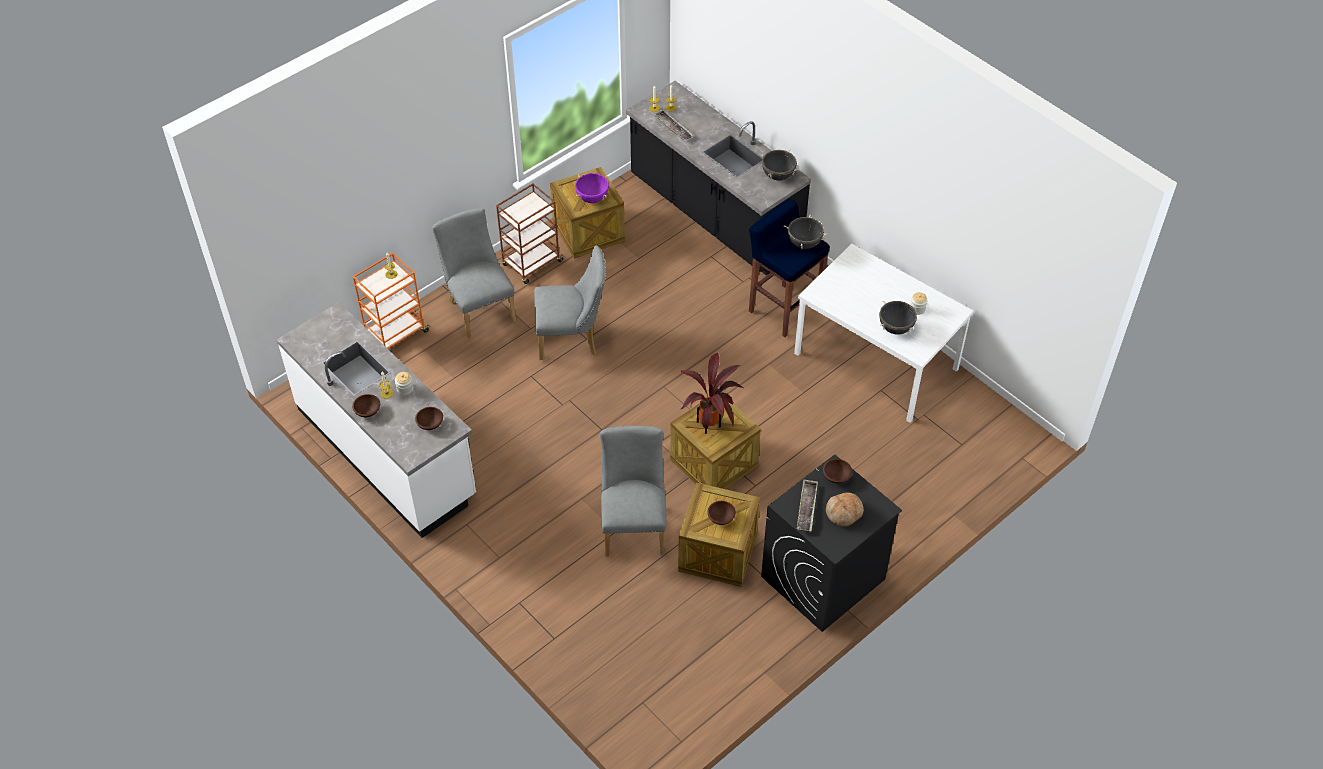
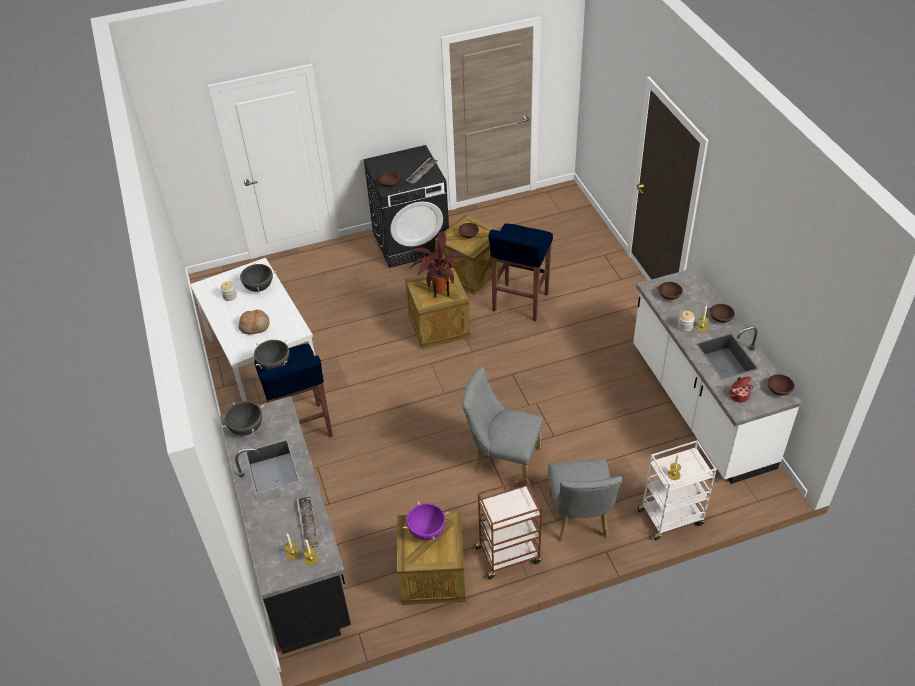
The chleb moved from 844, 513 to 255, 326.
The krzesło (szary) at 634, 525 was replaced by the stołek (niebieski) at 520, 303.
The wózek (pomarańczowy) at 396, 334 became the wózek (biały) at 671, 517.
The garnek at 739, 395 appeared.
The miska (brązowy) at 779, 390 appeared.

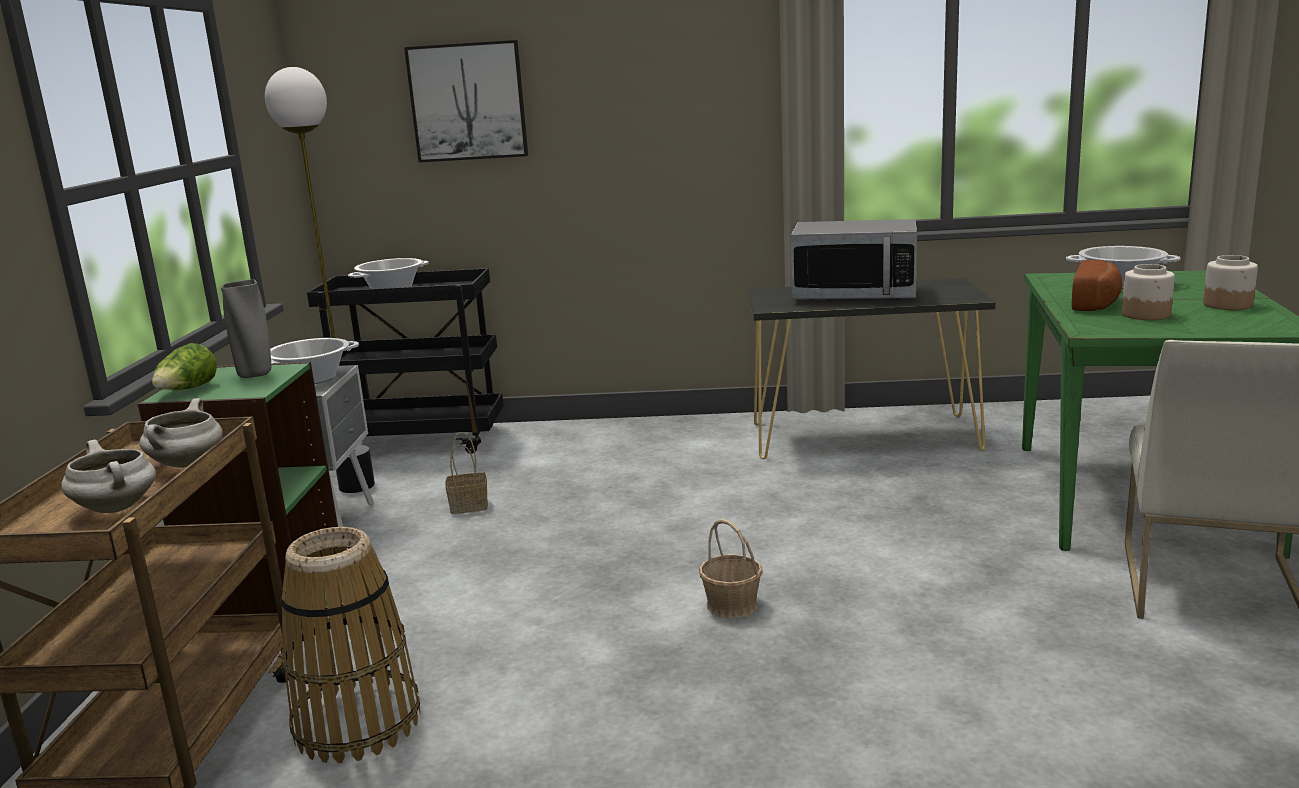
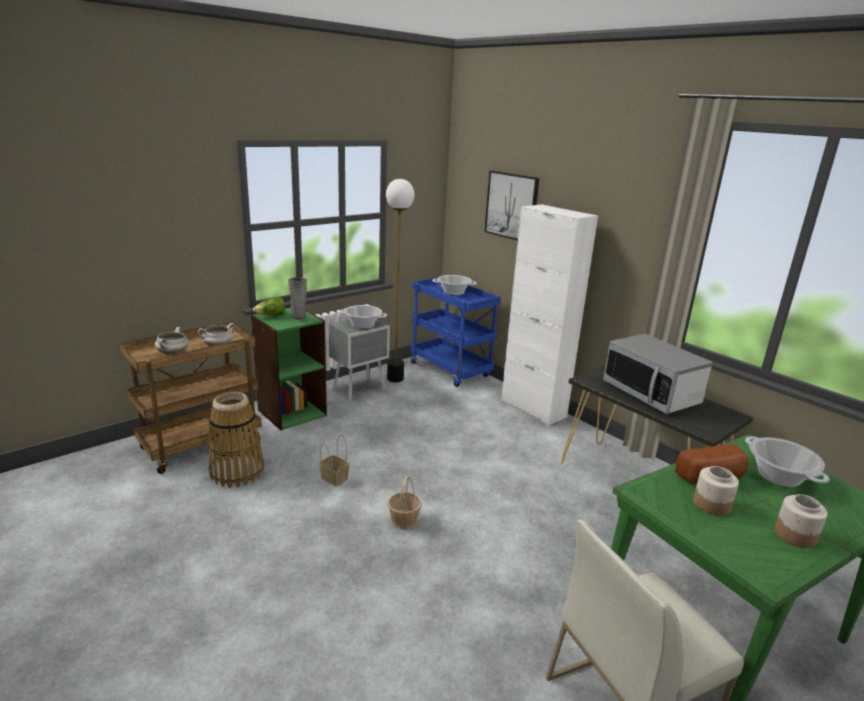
The koszyk moved from 467, 507 to 333, 478.
The wózek (czarny) at 424, 441 became the wózek (niebieski) at 451, 370.
The szafka (biały) at 533, 408 appeared.

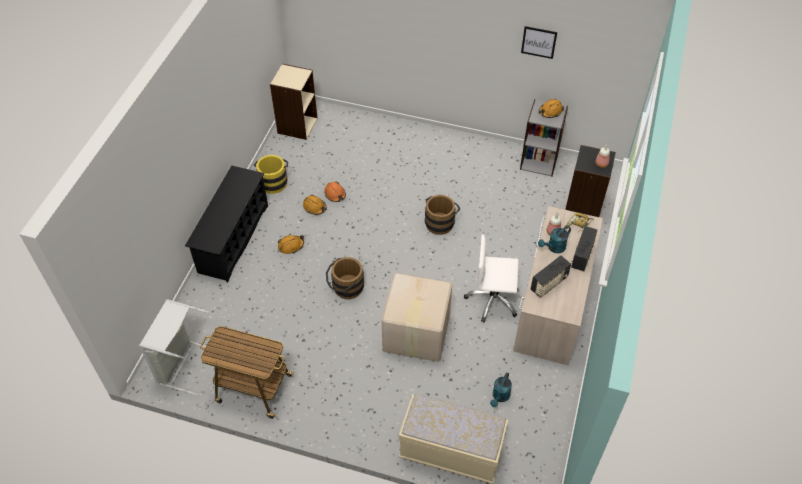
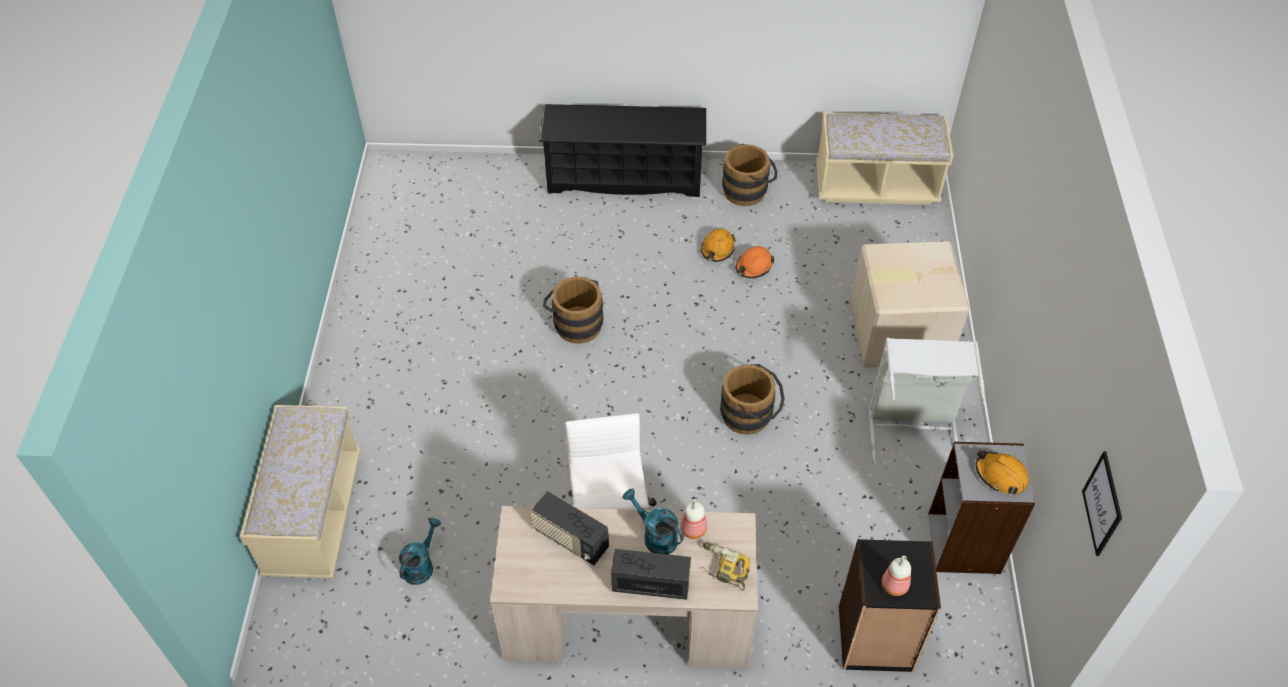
The konewka (turkusowy) at 500, 397 turned 105 degrees clockwise.
The wiadro (żółty) at 273, 181 became the wiadro (brązowy) at 748, 190.
The regał (beżowy) at 297, 125 was replaced by the ławka (beżowy) at 876, 186.
The karton moved from 415, 333 to 898, 331.
The kosz na pranie (szary) moved from 183, 365 to 912, 429.
The obraz moved from 539, 42 to 1102, 504.
The wózek at 252, 388 disappeared.
The kask (pomarańczowy) at 291, 246 disappeared.

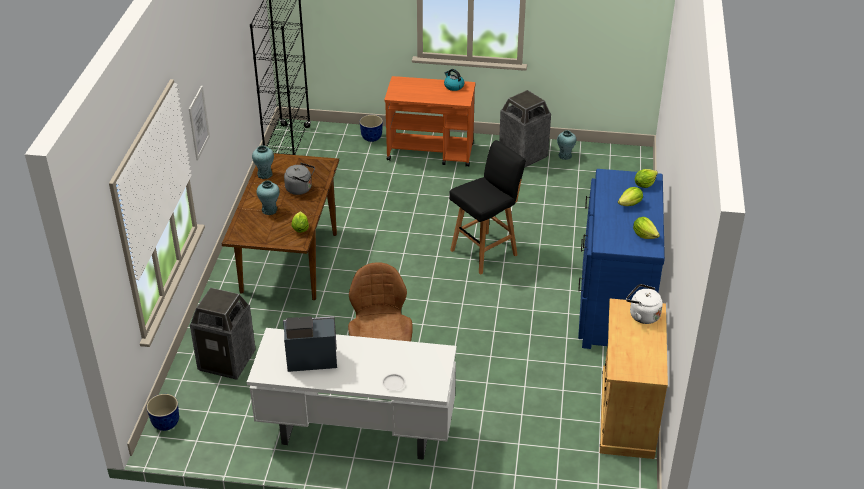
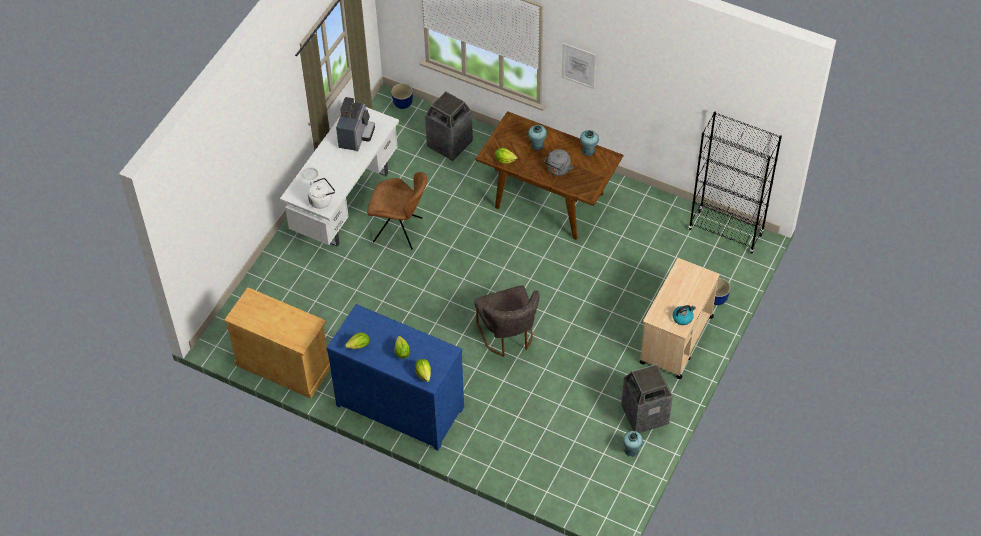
The czajnik (biały) moved from 642, 315 to 321, 200.
The stołek (czarny) at 485, 252 was replaced by the krzesło (szary) at 508, 336.
The wózek (pomarańczowy) at 431, 152 became the wózek (beżowy) at 676, 340.

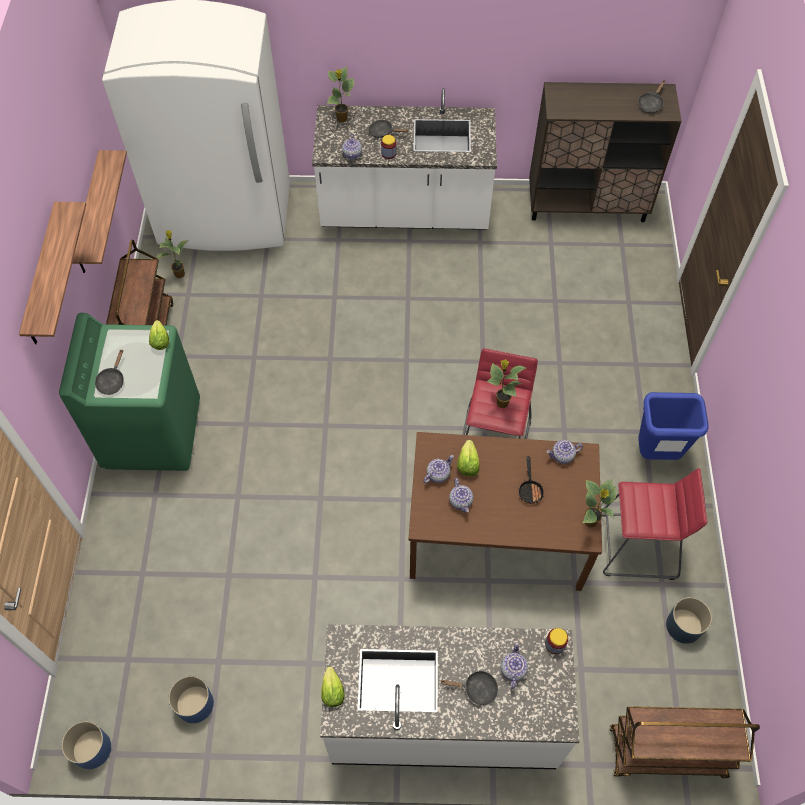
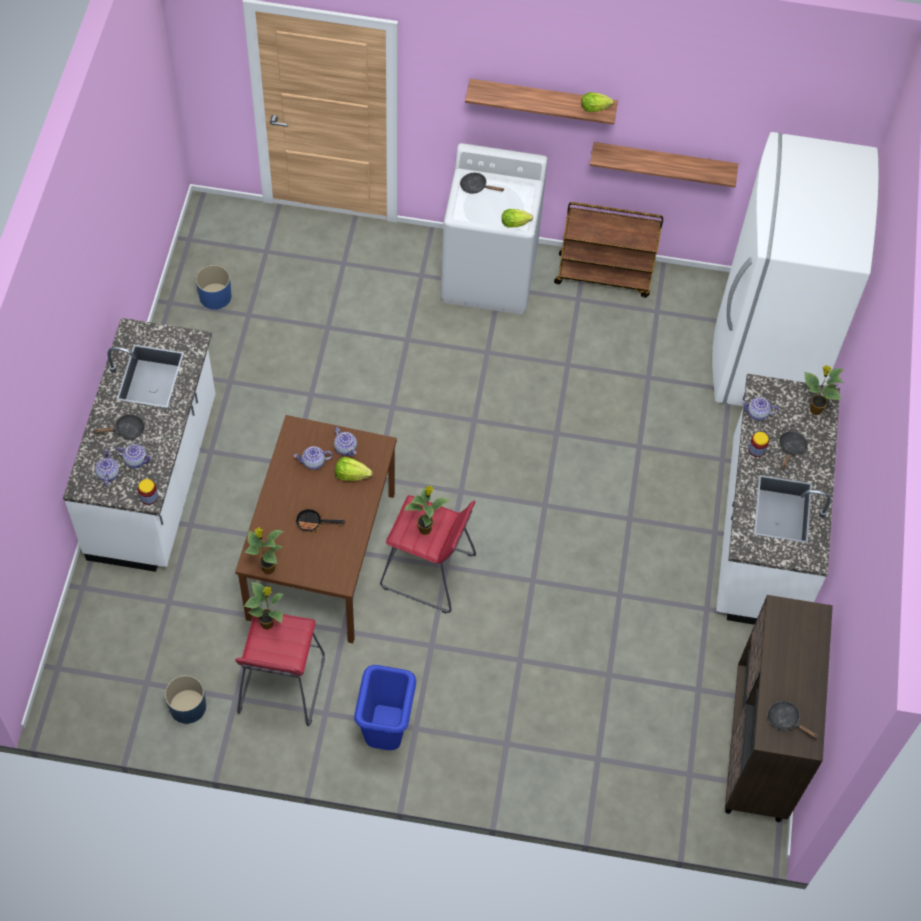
The patelnia (czarny) at 476, 689 turned 120 degrees counterclockwise.
The imbryk moved from 563, 456 to 108, 474.
The roślina doniczkowa moved from 180, 273 to 268, 623.
The pralka (zielony) at 152, 432 became the pralka (biały) at 490, 275.
The sałata moved from 332, 689 to 596, 108.
The donica (niebieski) at 92, 749 disappeared.
The wózek (brązowy) at 666, 753 disappeared.

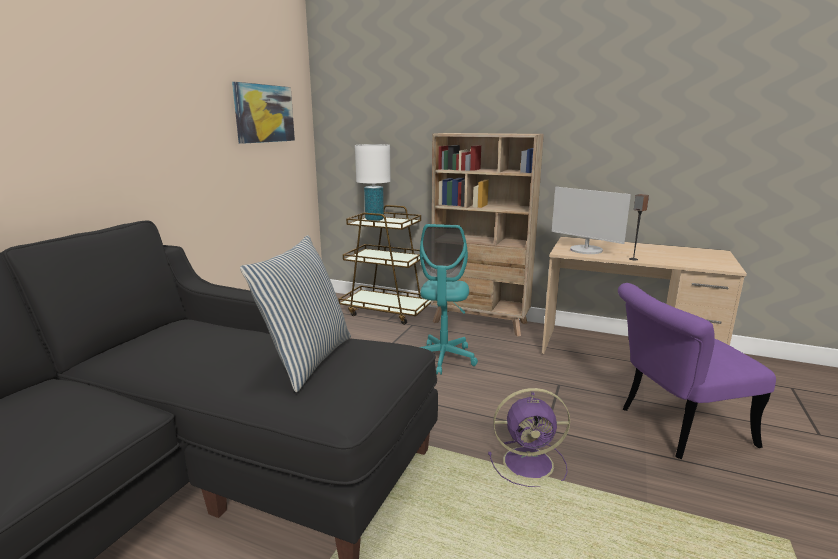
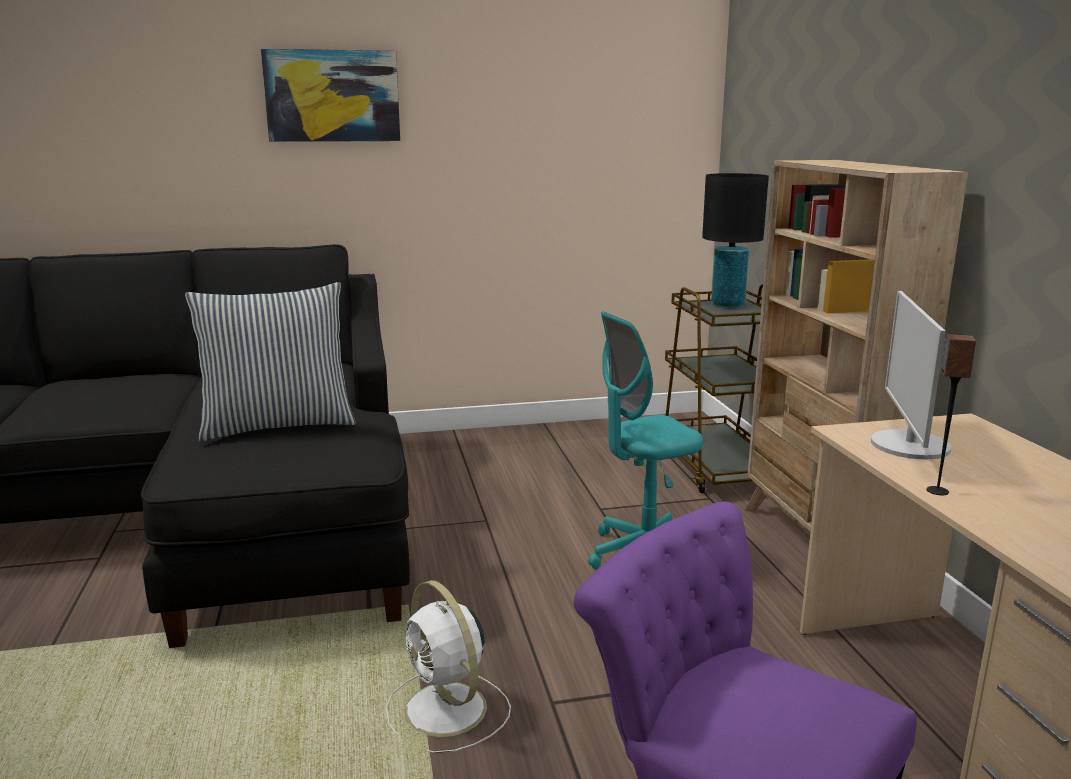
The obraz moved from 264, 113 to 332, 96.
The wentylator (fioletowy) at 530, 463 became the wentylator (biały) at 447, 711.
The lampa stołowa (biały) at 374, 219 became the lampa stołowa (czarny) at 728, 305.

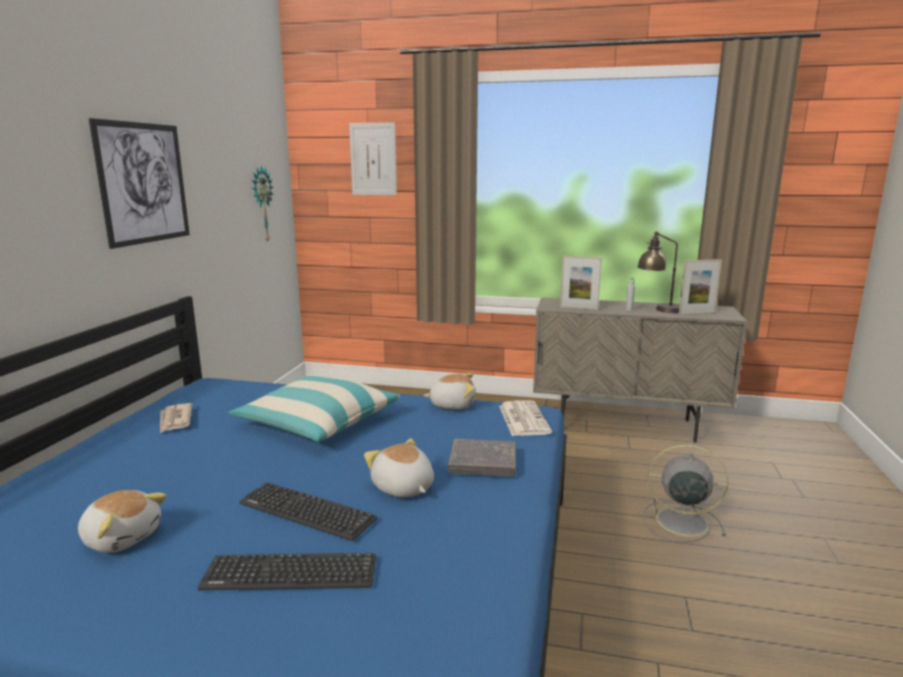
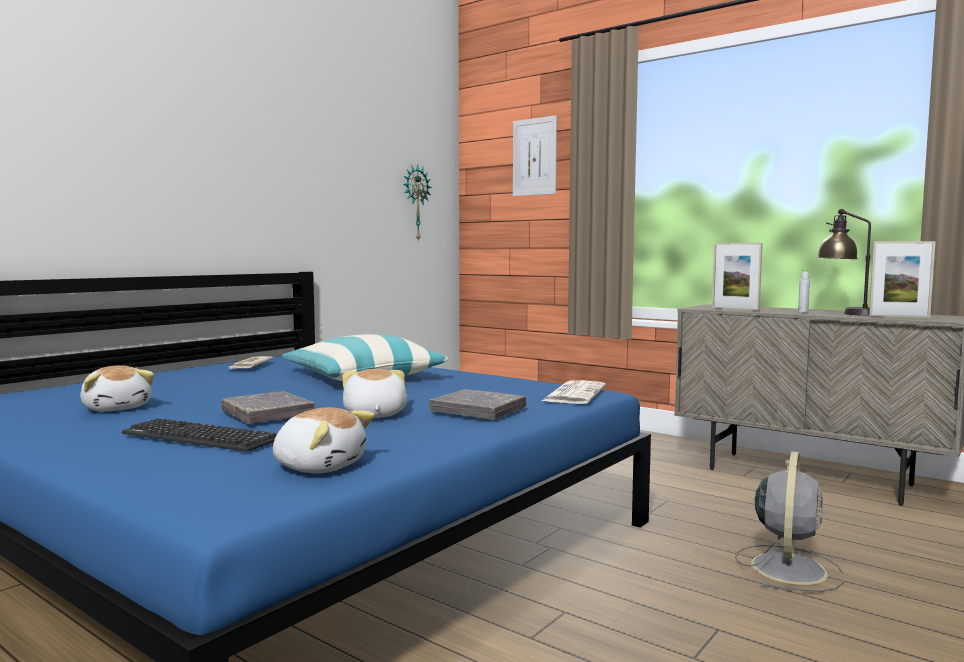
The klawiatura at 306, 511 was replaced by the książka (szary) at 267, 413.
The pluszak moved from 452, 404 to 320, 466.
The wentylator (szary) at 679, 521 turned 75 degrees clockwise.
The obraz at 143, 183 disappeared.

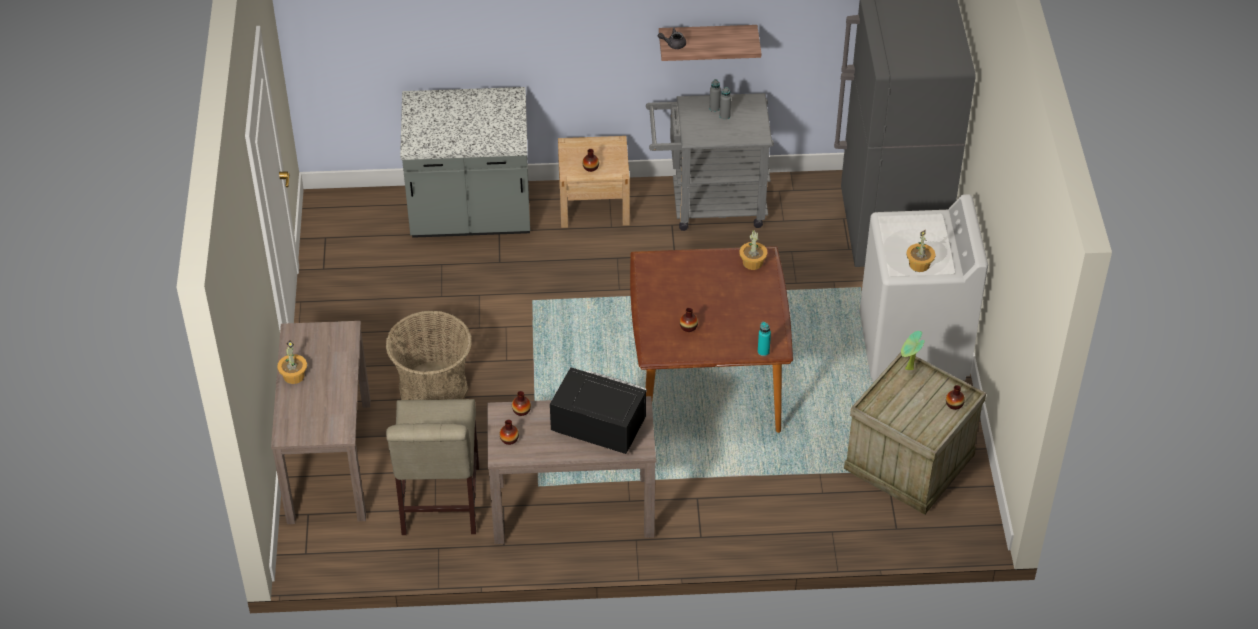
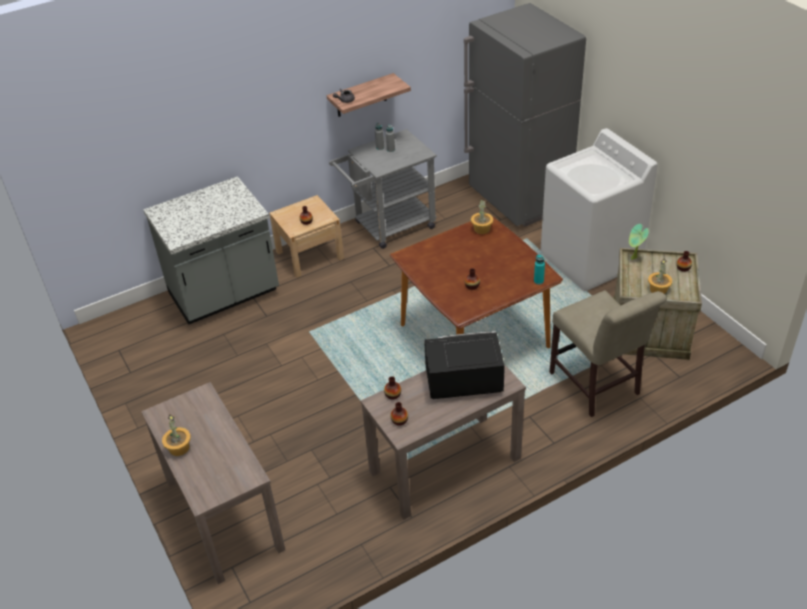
The krzesło (beżowy) moved from 439, 505 to 597, 386.
The roślina doniczkowa moved from 919, 264 to 658, 289.
The koszyk at 433, 389 disappeared.

